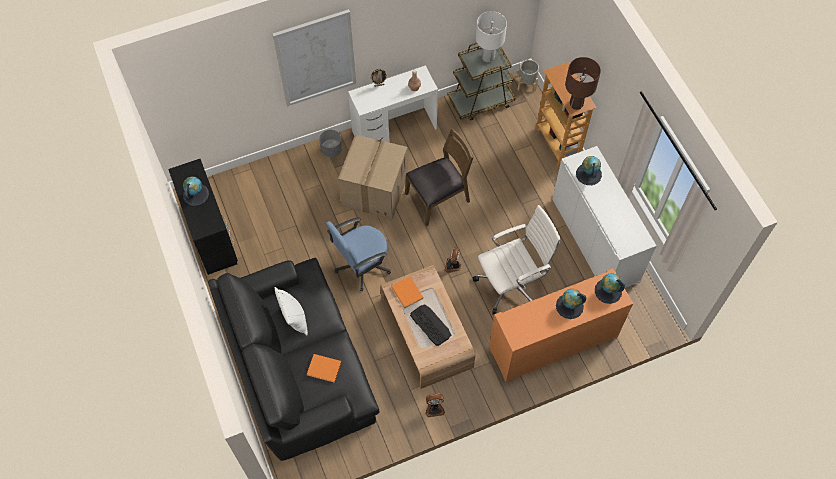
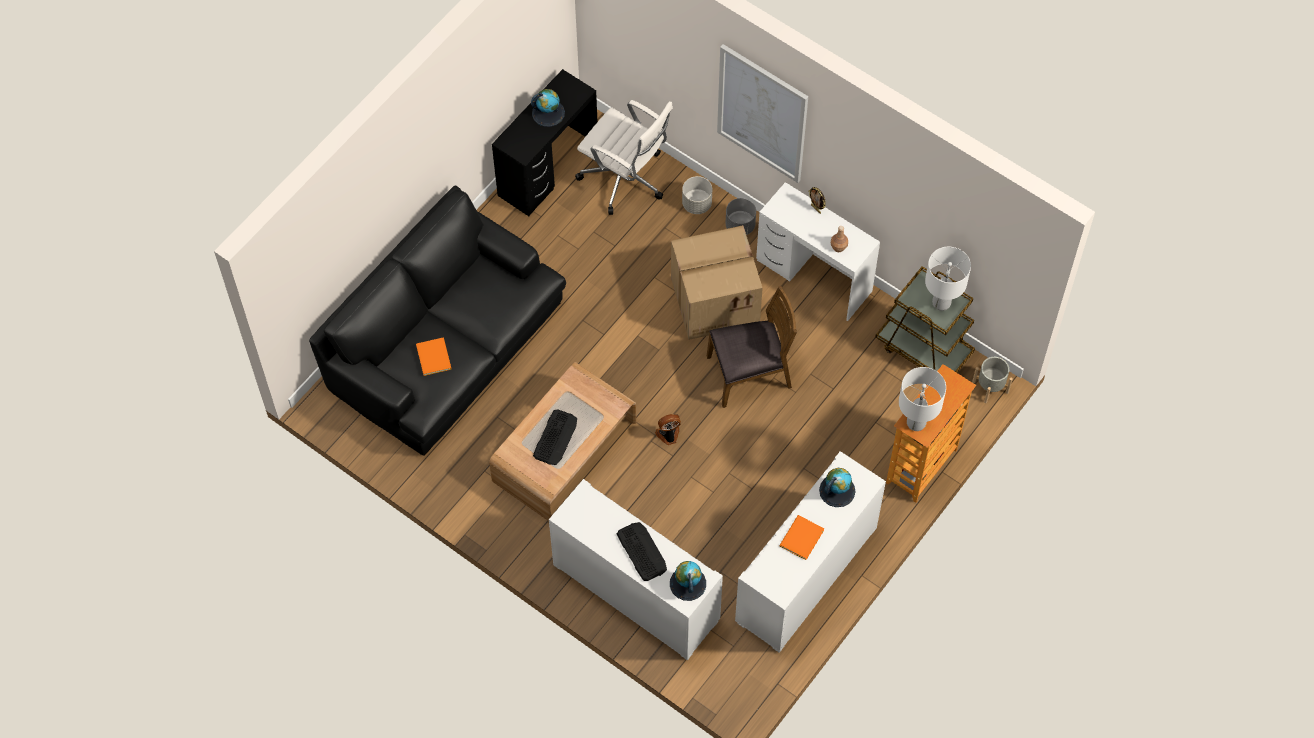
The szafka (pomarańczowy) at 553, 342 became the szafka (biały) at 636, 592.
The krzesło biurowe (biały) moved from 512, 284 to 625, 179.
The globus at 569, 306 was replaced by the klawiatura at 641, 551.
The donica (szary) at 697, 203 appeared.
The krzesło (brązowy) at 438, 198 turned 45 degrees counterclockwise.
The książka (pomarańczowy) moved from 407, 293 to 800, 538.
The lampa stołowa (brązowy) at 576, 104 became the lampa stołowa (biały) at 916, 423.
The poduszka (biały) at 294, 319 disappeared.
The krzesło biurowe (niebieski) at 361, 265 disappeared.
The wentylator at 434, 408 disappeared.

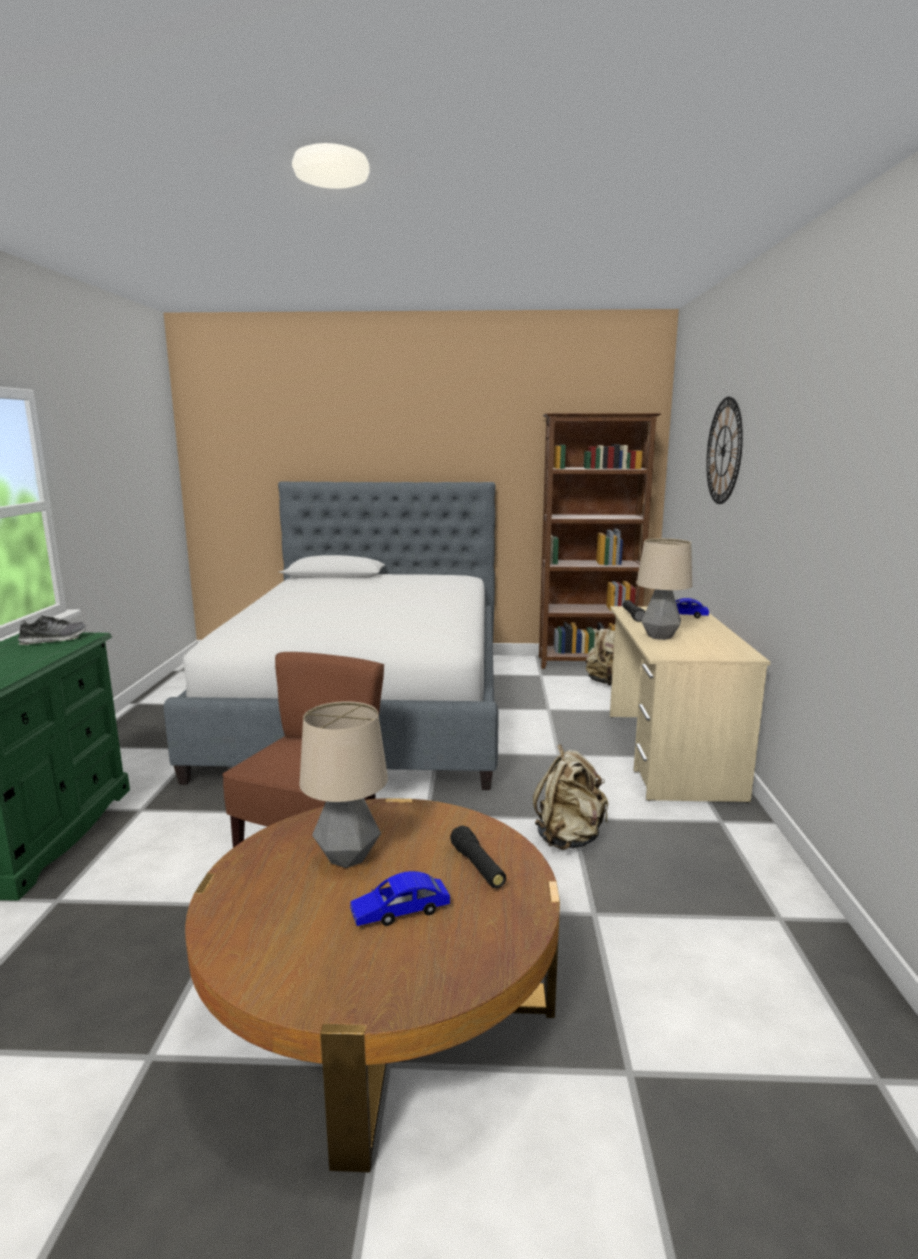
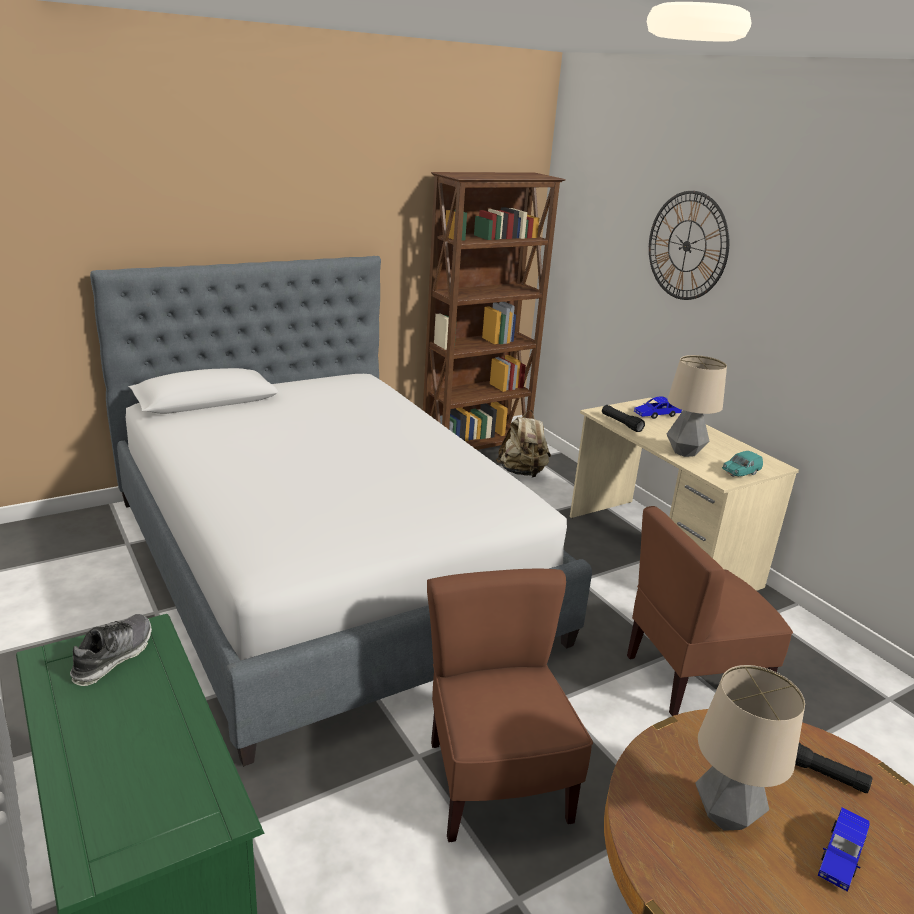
The plecak (beżowy) at 569, 838 was replaced by the krzesło (brązowy) at 692, 678.
The samochodzik (turkusowy) at 740, 473 appeared.

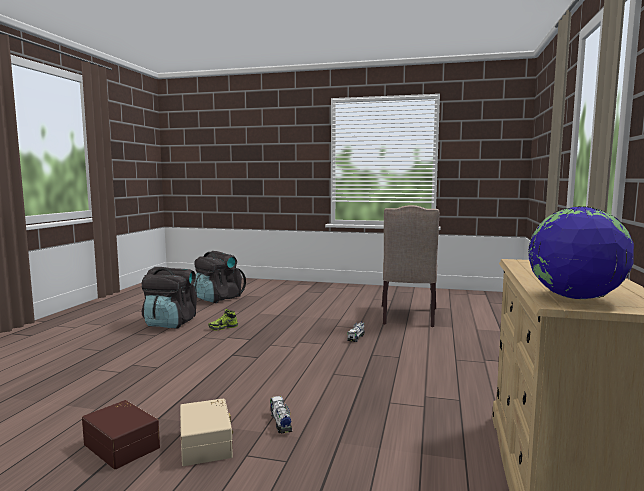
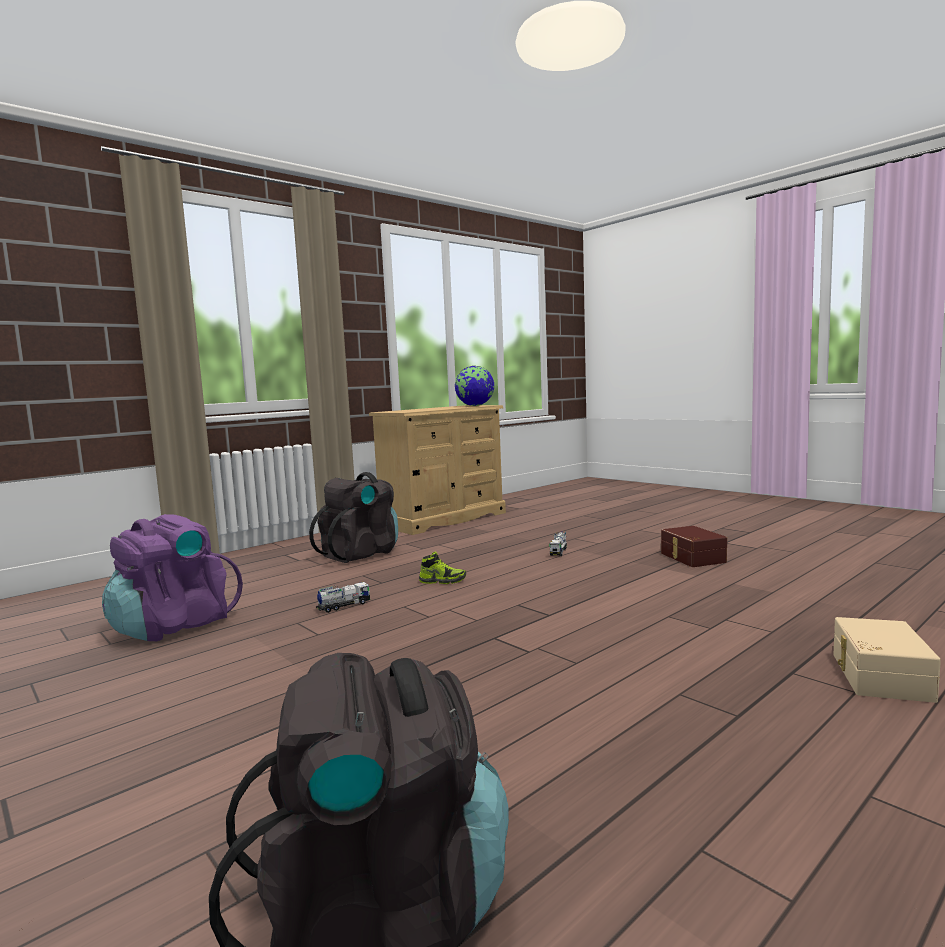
The krzesło (beżowy) at 408, 317 was replaced by the plecak (fioletowy) at 174, 626.
The plecak (czarny) moved from 170, 323 to 361, 554.
The but moved from 223, 327 to 442, 581.
The pojemnik do przechowywania (beżowy) moved from 207, 443 to 878, 676.

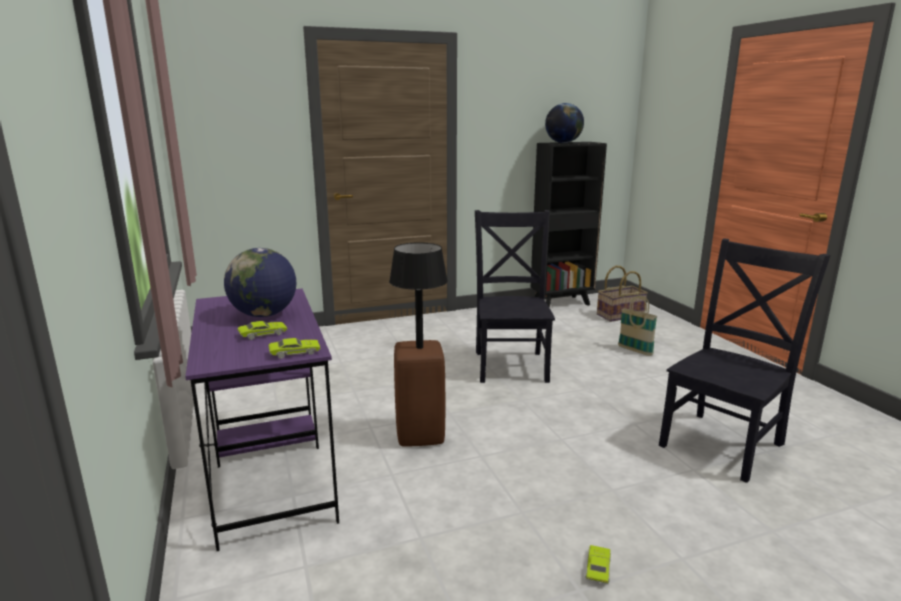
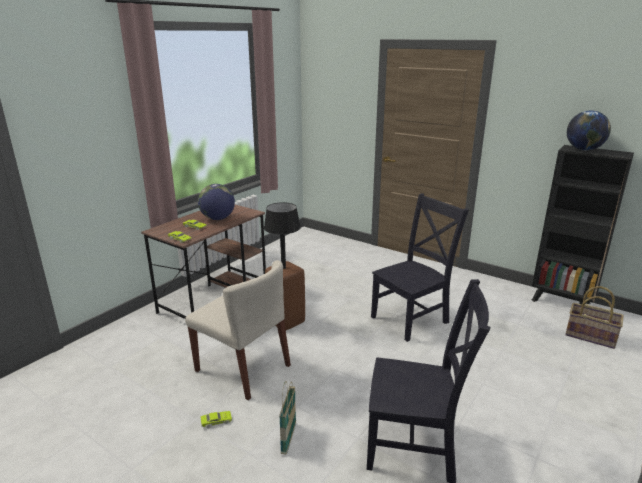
The biurko (fioletowy) at 271, 474 became the biurko (brązowy) at 214, 299.
The krzesło (beżowy) at 243, 368 appeared.
The koszyk moved from 635, 350 to 288, 438.

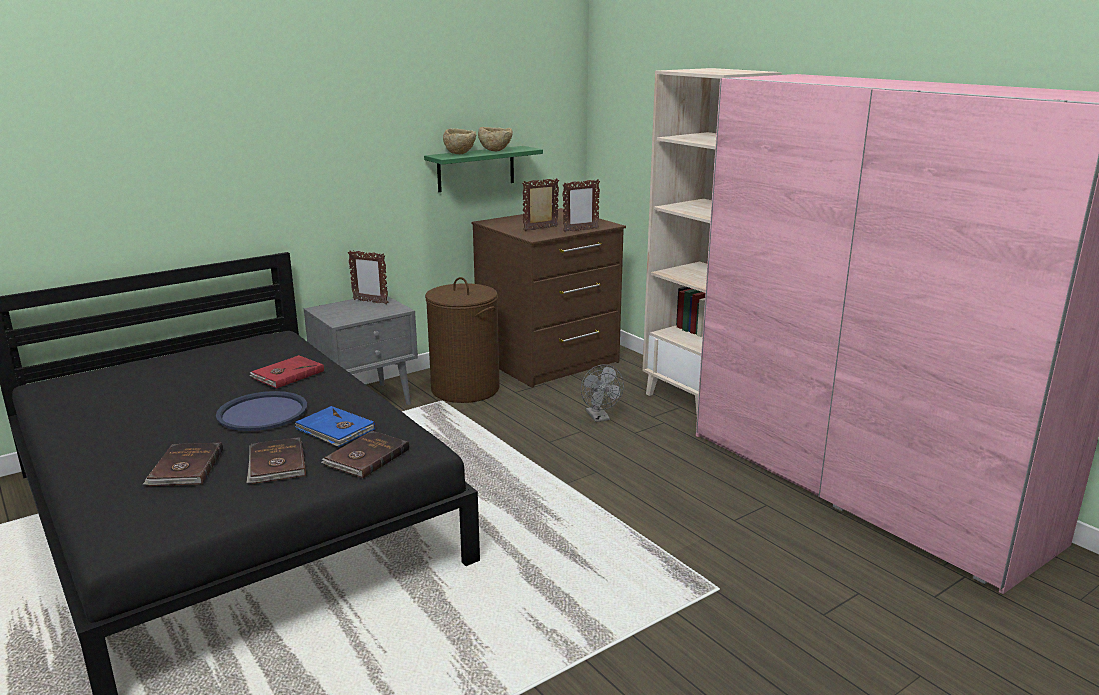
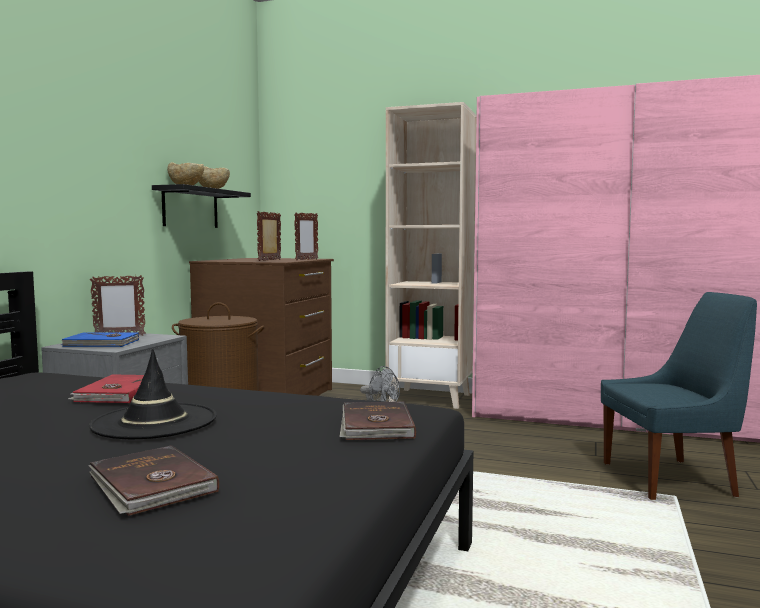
The książka (niebieski) moved from 335, 430 to 102, 343.
The taca (niebieski) at 262, 412 was replaced by the kapelusz (czarny) at 154, 422.
The półka (zielony) at 476, 168 became the półka (czarny) at 190, 208.
The krzesło (niebieski) at 672, 479 appeared.
The książka (brązowy) at 276, 464 disappeared.

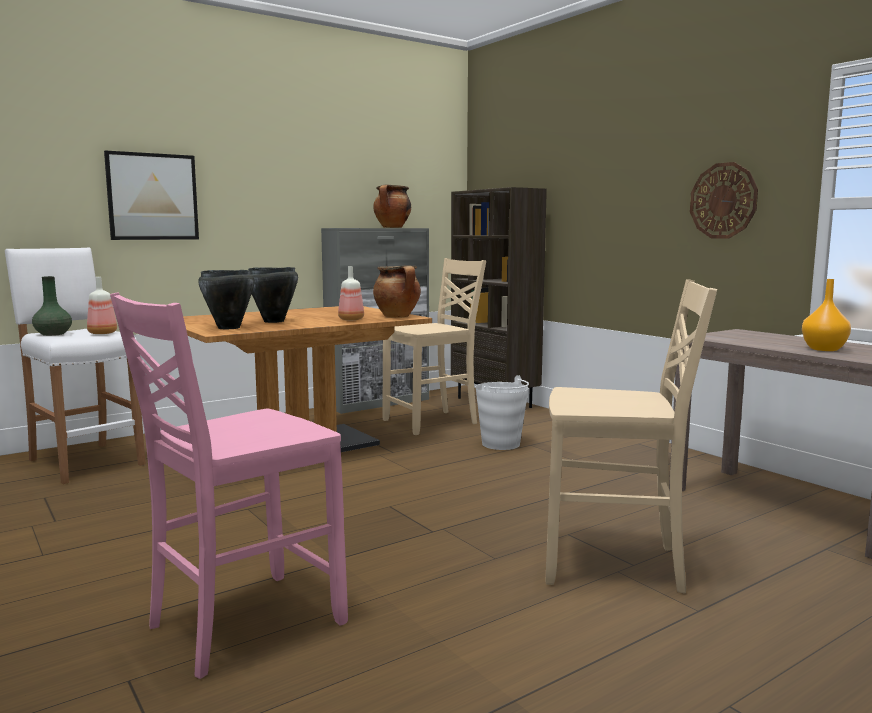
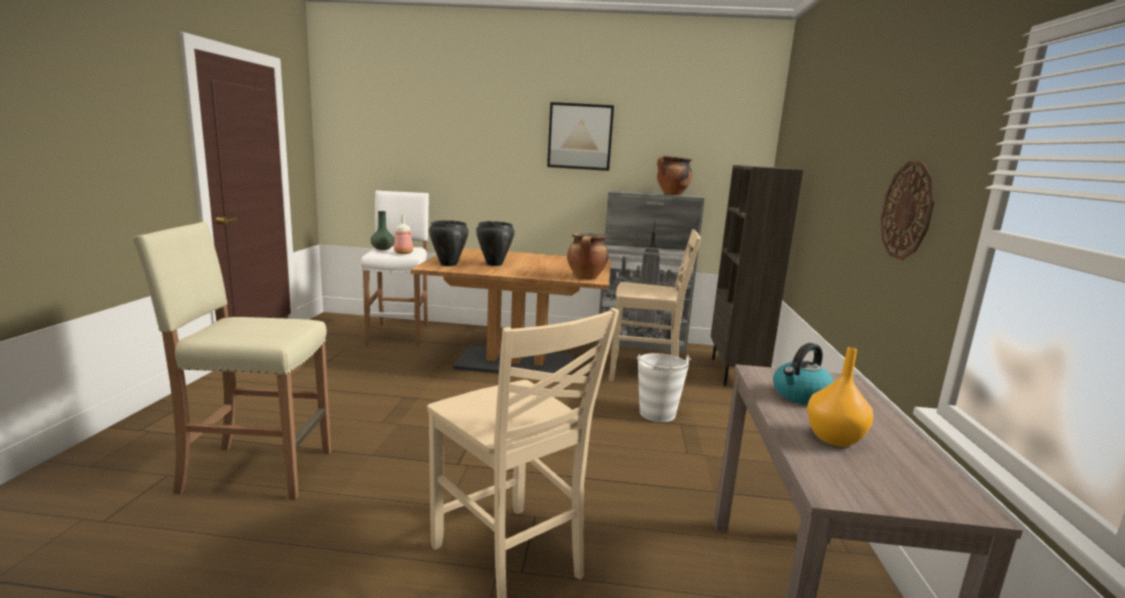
The krzesło (różowy) at 242, 624 was replaced by the stołek (beżowy) at 256, 471.
The obraz moved from 152, 197 to 580, 136.
The czajnik at 800, 395 appeared.
The butelka at 350, 319 disappeared.

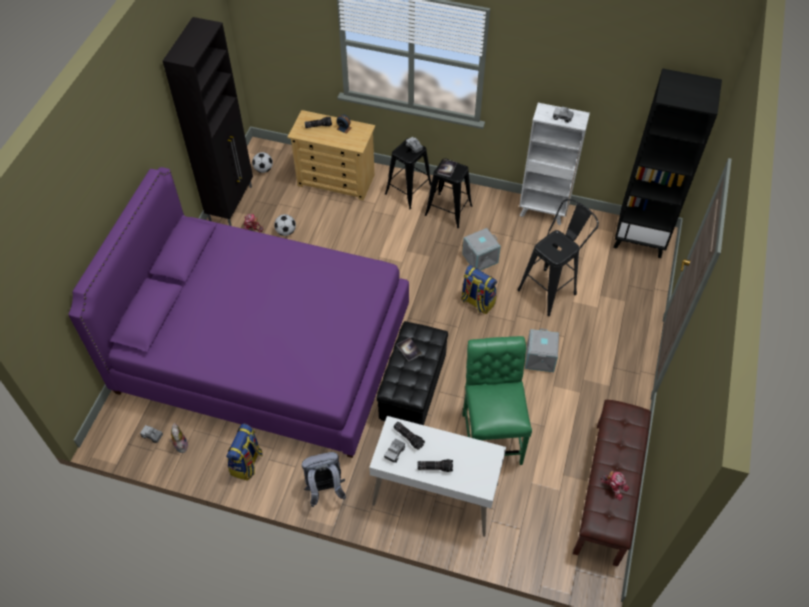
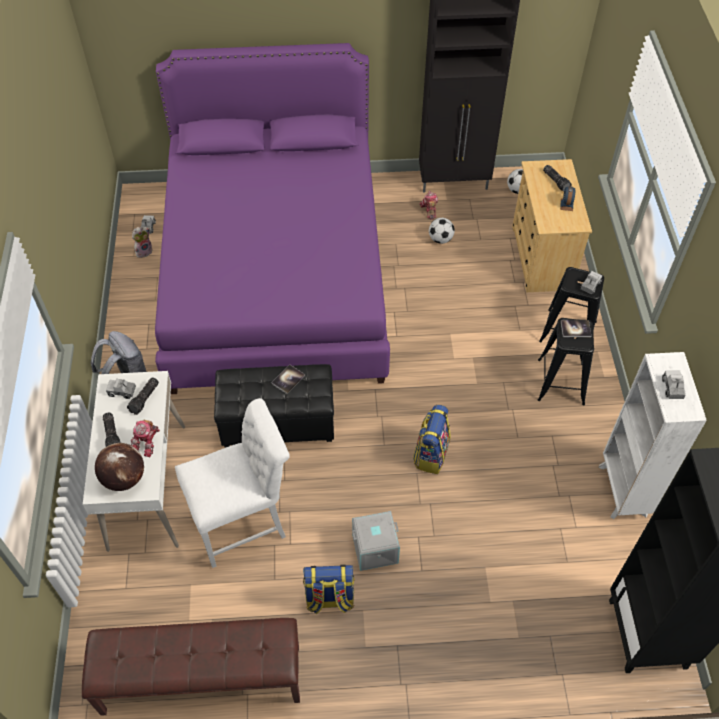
The globus at 124, 478 appeared.
The robot zabawkowy moved from 614, 486 to 147, 442.
The krzesło (zielony) at 491, 434 became the krzesło (biały) at 244, 522.
The plecak moved from 247, 463 to 329, 599.
The pojemnik do przechowywania (szary) at 480, 257 disappeared.
The stołek (czarny) at 551, 289 disappeared.

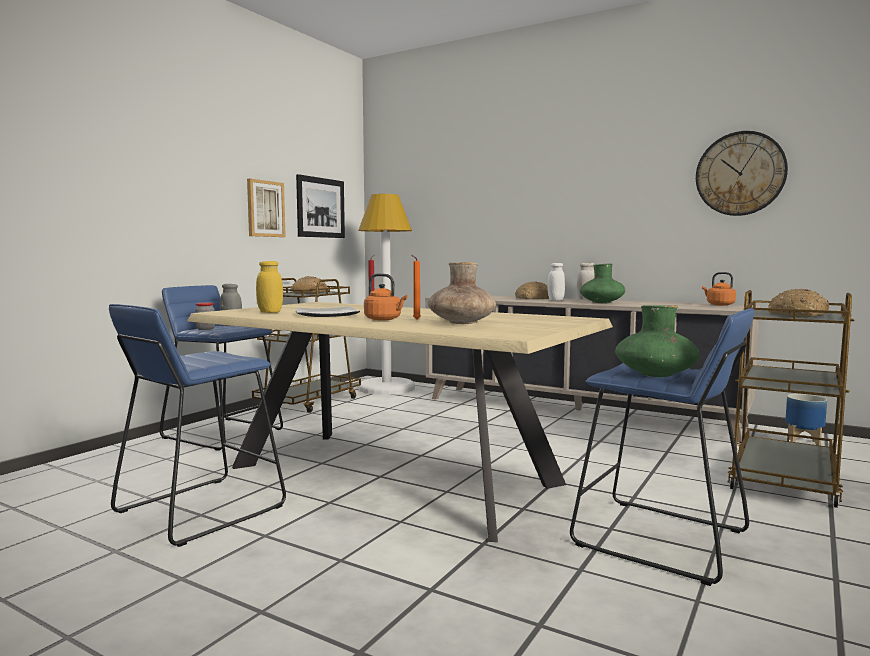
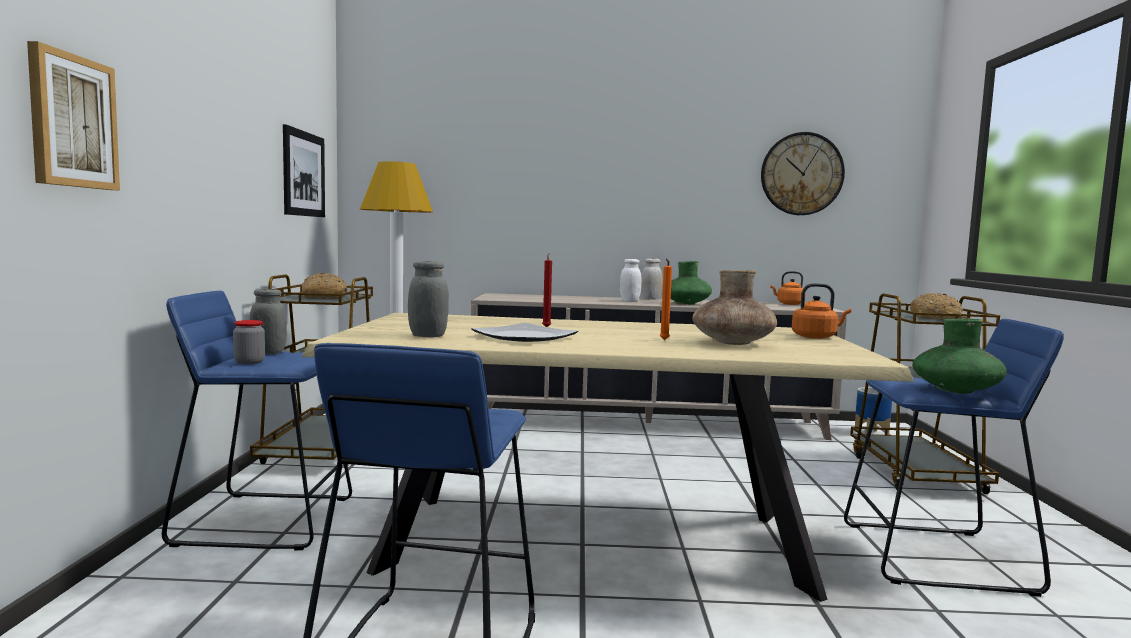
The obraz moved from 265, 209 to 72, 122.
The słoik (żółty) at 270, 312 became the słoik (szary) at 428, 336.
The czajnik (pomarańczowy) moved from 384, 319 to 816, 337.
The chleb at 533, 298 disappeared.

